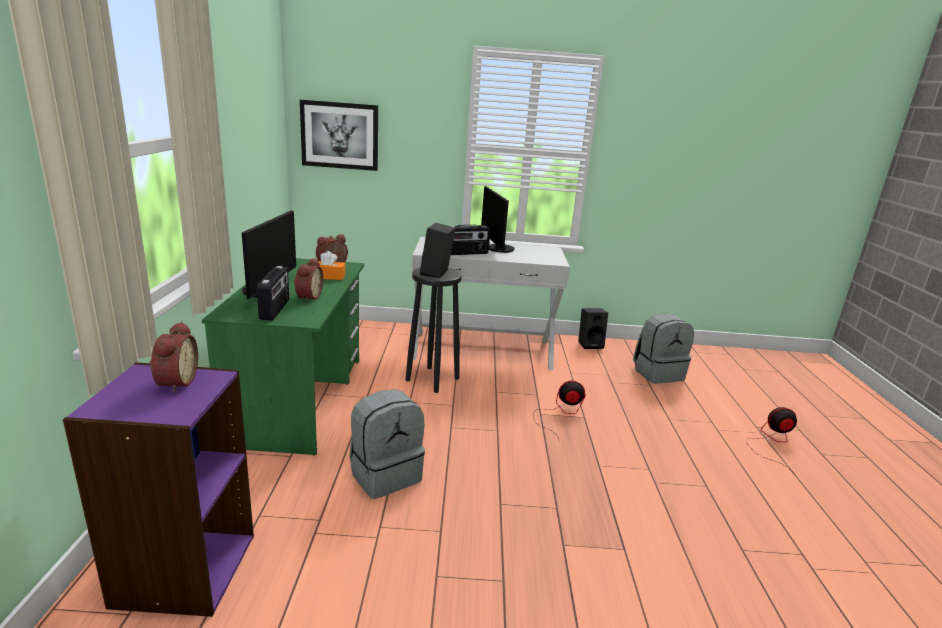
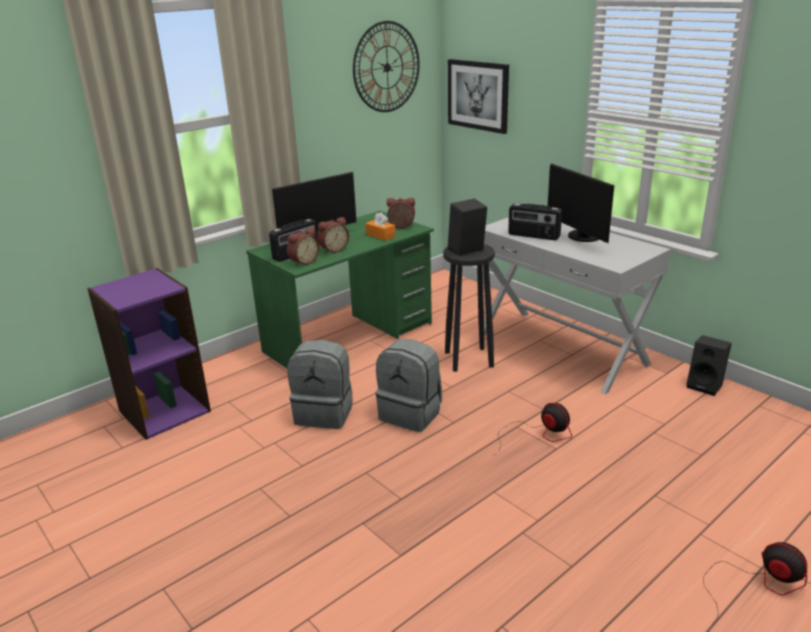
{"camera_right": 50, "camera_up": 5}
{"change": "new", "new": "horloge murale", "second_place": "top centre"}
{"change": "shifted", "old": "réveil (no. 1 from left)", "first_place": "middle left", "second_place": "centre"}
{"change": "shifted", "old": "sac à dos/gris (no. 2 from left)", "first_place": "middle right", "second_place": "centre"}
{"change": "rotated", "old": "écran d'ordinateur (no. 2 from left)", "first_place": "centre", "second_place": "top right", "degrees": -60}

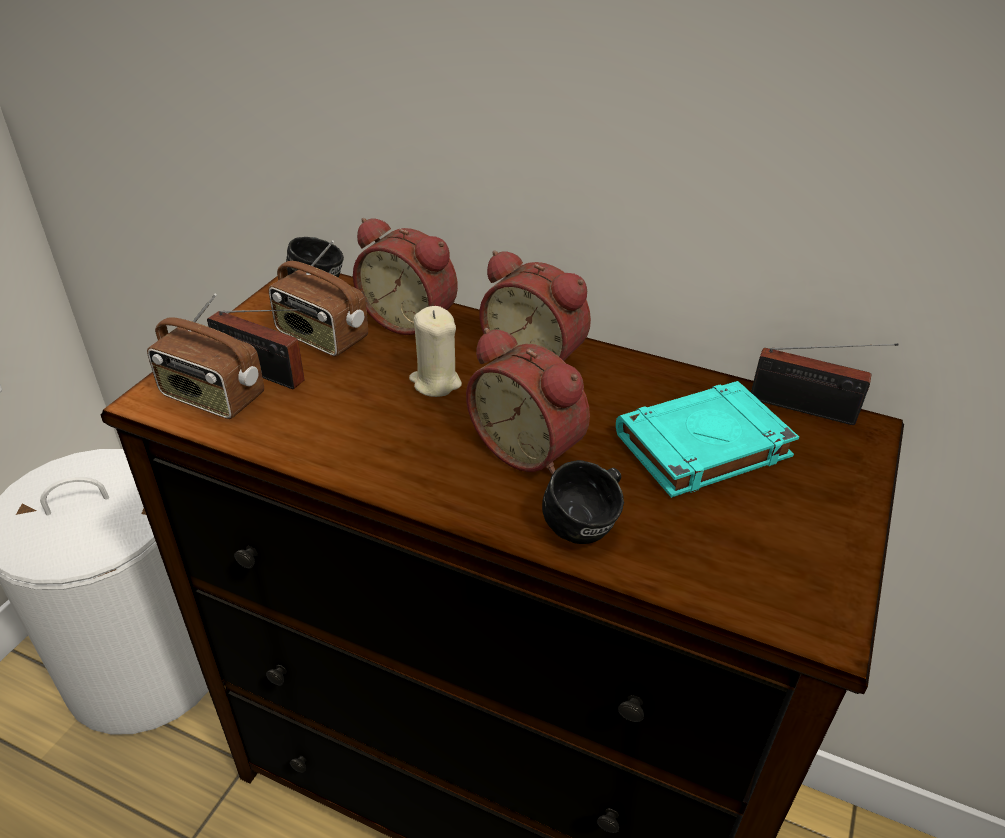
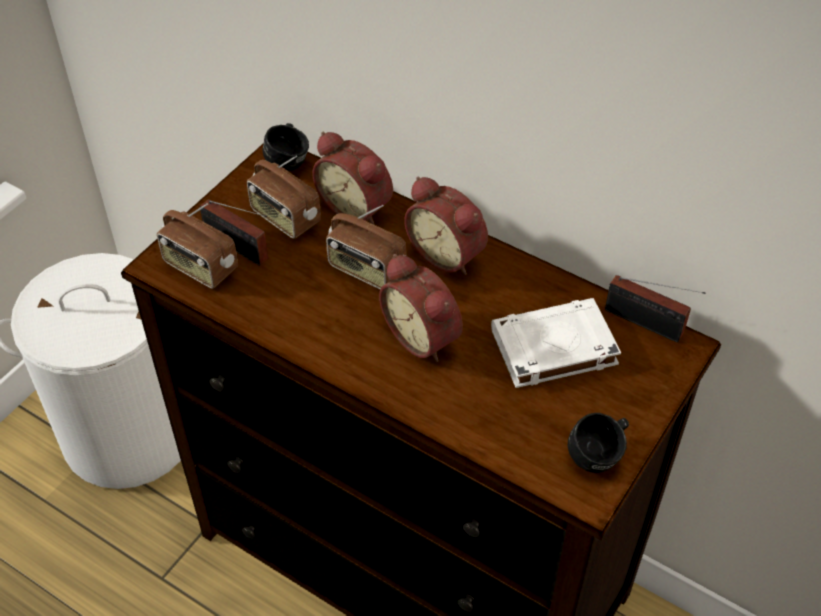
{"camera_right": 10, "camera_up": 10}
{"change": "shifted", "old": "mug/noir (no. 2 from left)", "first_place": "centre", "second_place": "bottom right"}
{"change": "swapped", "old": "bougie/beige", "new": "radio (no. 4 from left)", "first_place": "centre", "second_place": "centre"}
{"change": "repainted", "old": "livre/turquoise", "new": "livre/blanc", "first_place": "middle right", "second_place": "middle right"}

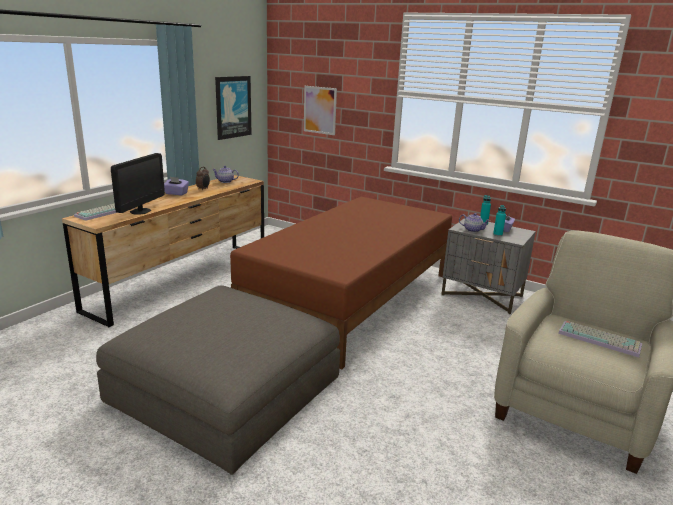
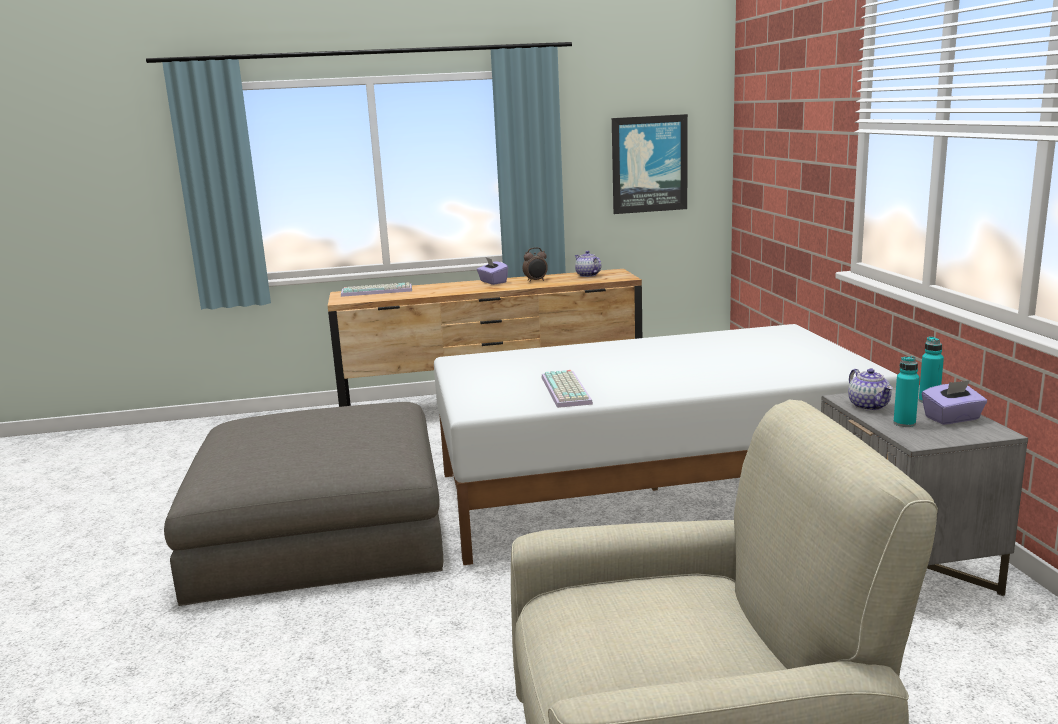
{"camera_right": 50, "camera_up": -5}
{"change": "gone", "old": "écran d'ordinateur", "first_place": "middle left"}
{"change": "gone", "old": "tableau (no. 2 from left)", "first_place": "top centre"}
{"change": "shifted", "old": "clavier (no. 2 from left)", "first_place": "bottom right", "second_place": "centre"}
{"change": "repainted", "old": "lit/marron", "new": "lit/blanc", "first_place": "centre", "second_place": "centre"}

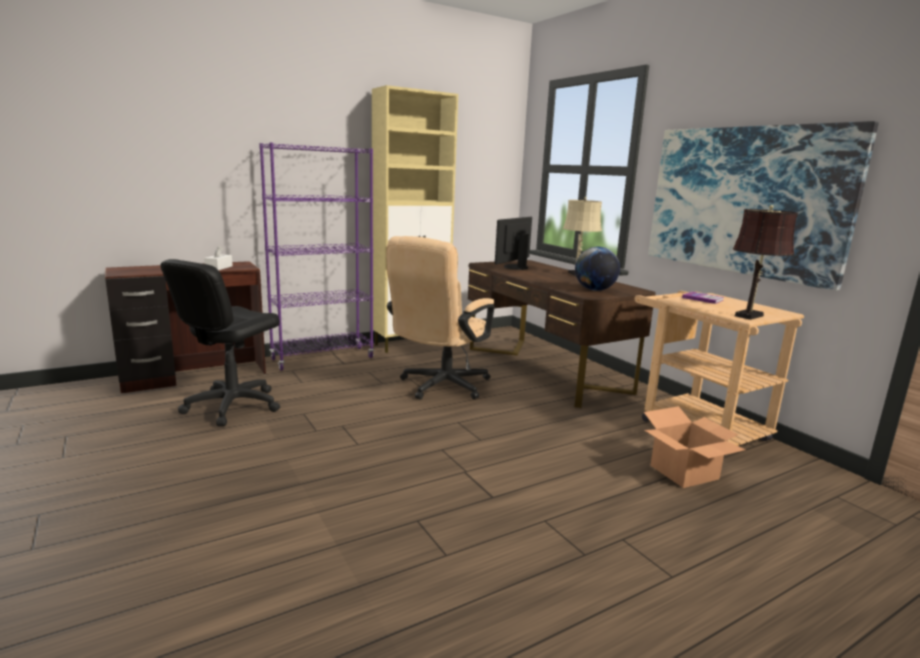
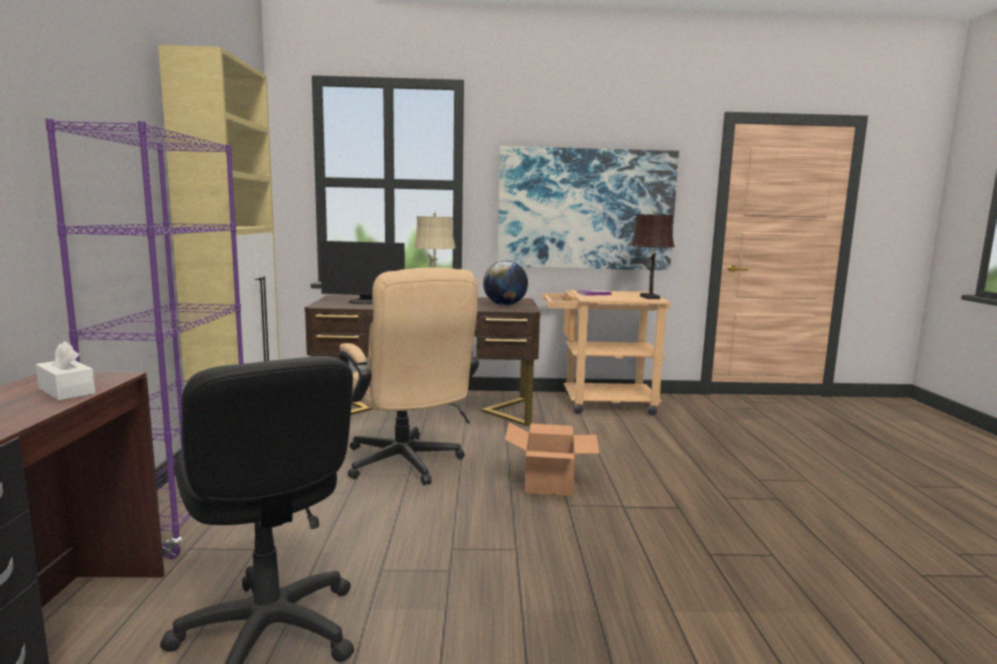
{"camera_right": -60, "camera_up": -5}
{"change": "shifted", "old": "carton", "first_place": "bottom right", "second_place": "bottom centre"}
{"change": "rotated", "old": "écran d'ordinateur", "first_place": "centre", "second_place": "centre", "degrees": -60}

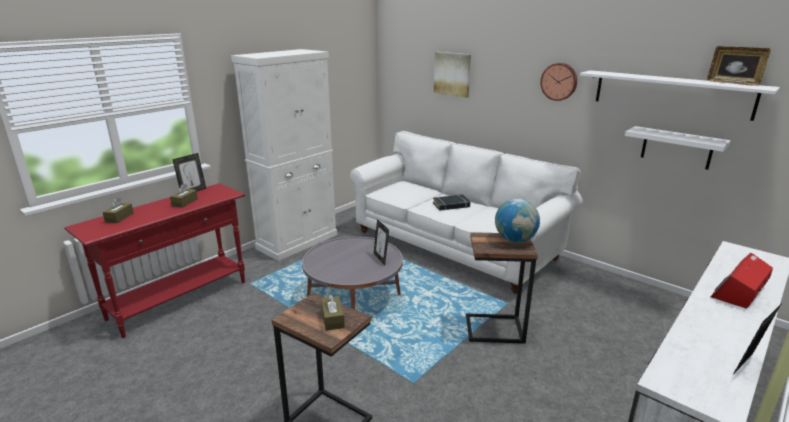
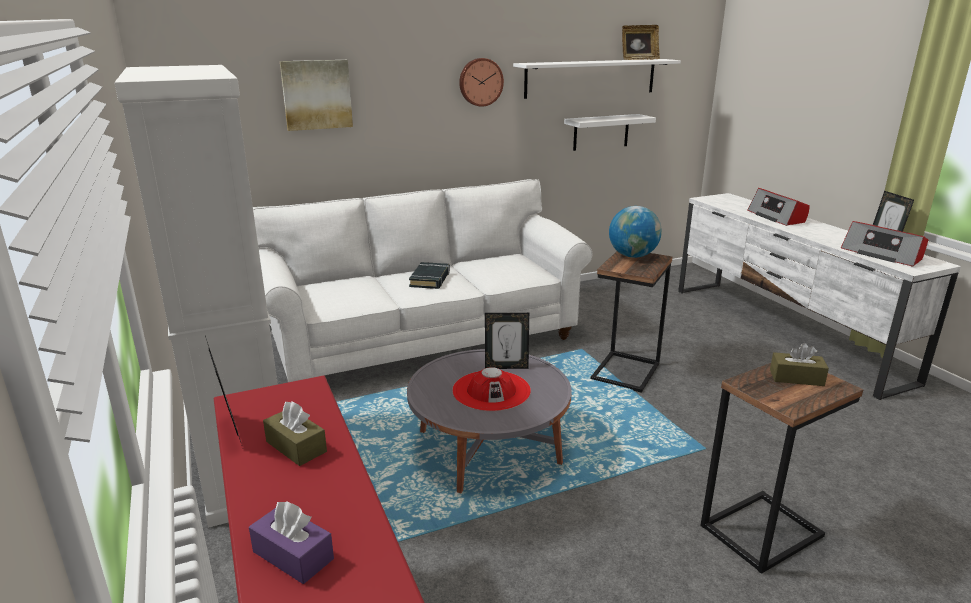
{"camera_right": -65, "camera_up": 0}
{"change": "new", "new": "chapeau/rouge", "second_place": "centre"}
{"change": "new", "new": "radio (no. 2 from left)", "second_place": "middle right"}
{"change": "repainted", "old": "boîte à mouchoirs/marron (no. 1 from left)", "new": "boîte à mouchoirs/violet", "first_place": "middle left", "second_place": "bottom left"}

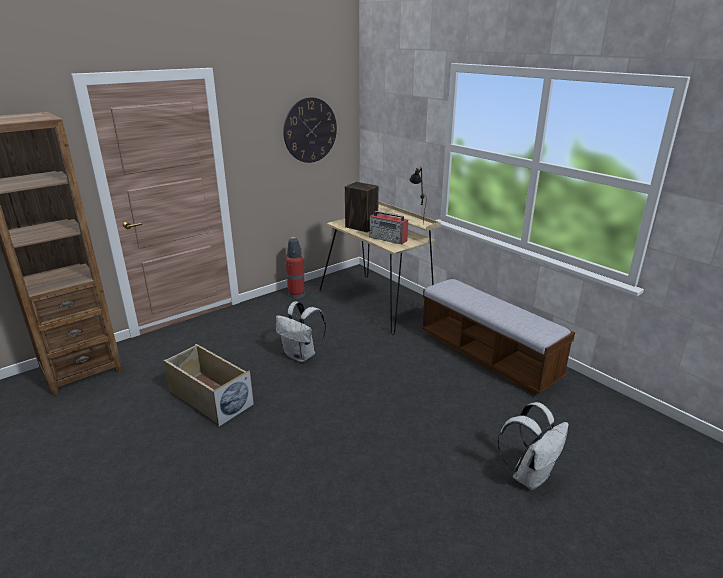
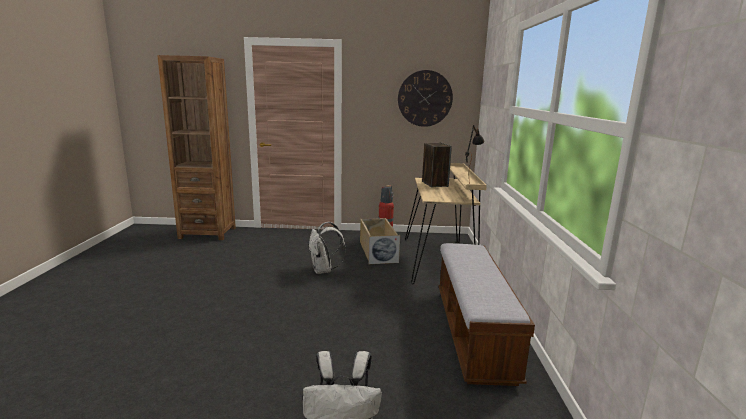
{"camera_right": 40, "camera_up": -10}
{"change": "gone", "old": "radio", "first_place": "centre"}
{"change": "shifted", "old": "boîte de rangement/beige", "first_place": "middle left", "second_place": "centre"}

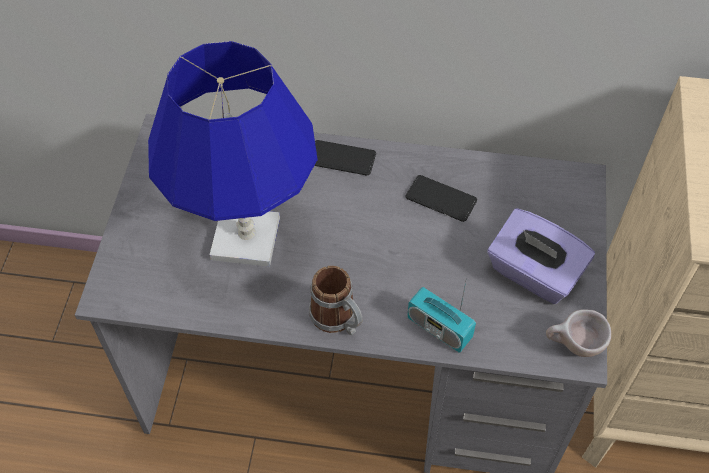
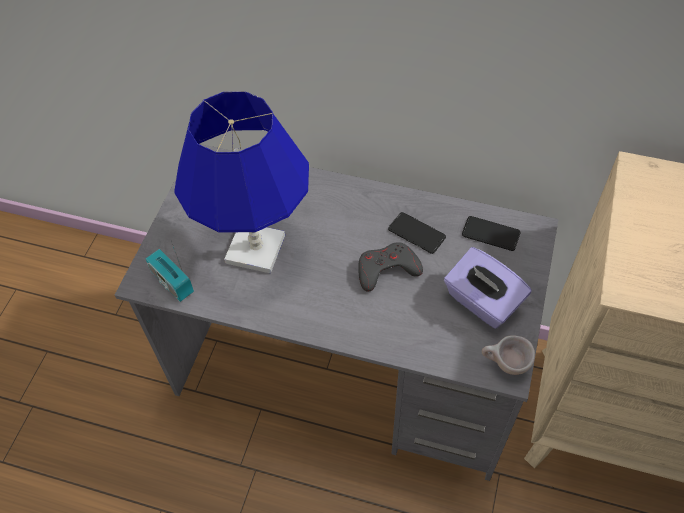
{"camera_right": 10, "camera_up": 0}
{"change": "gone", "old": "mug", "first_place": "centre"}
{"change": "new", "new": "manette/gris", "second_place": "centre"}
{"change": "shifted", "old": "téléphone (no. 1 from left in the first image)", "new": "téléphone (no. 2 from left)", "first_place": "top centre", "second_place": "middle right"}
{"change": "shifted", "old": "radio", "first_place": "centre", "second_place": "middle left"}

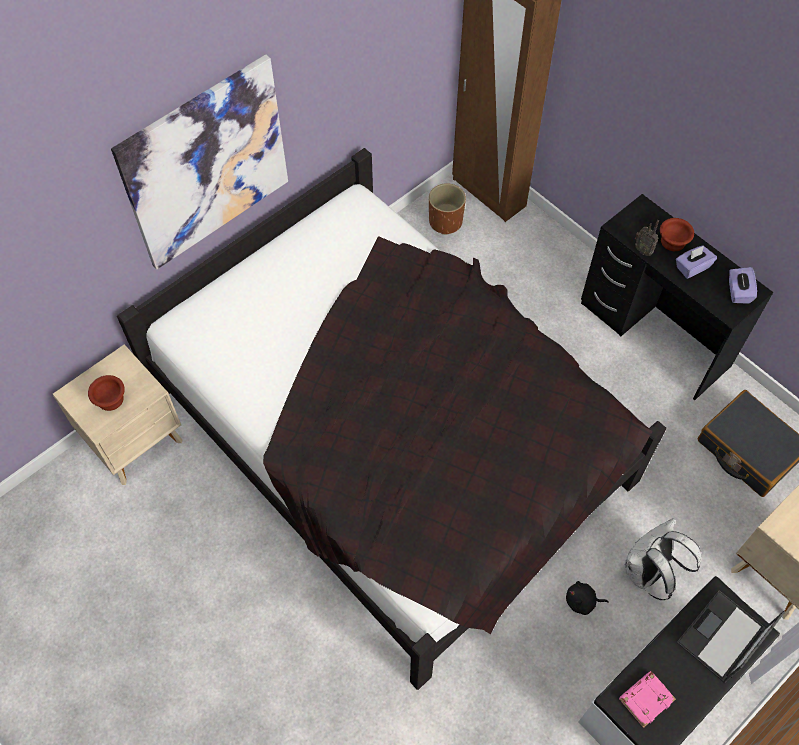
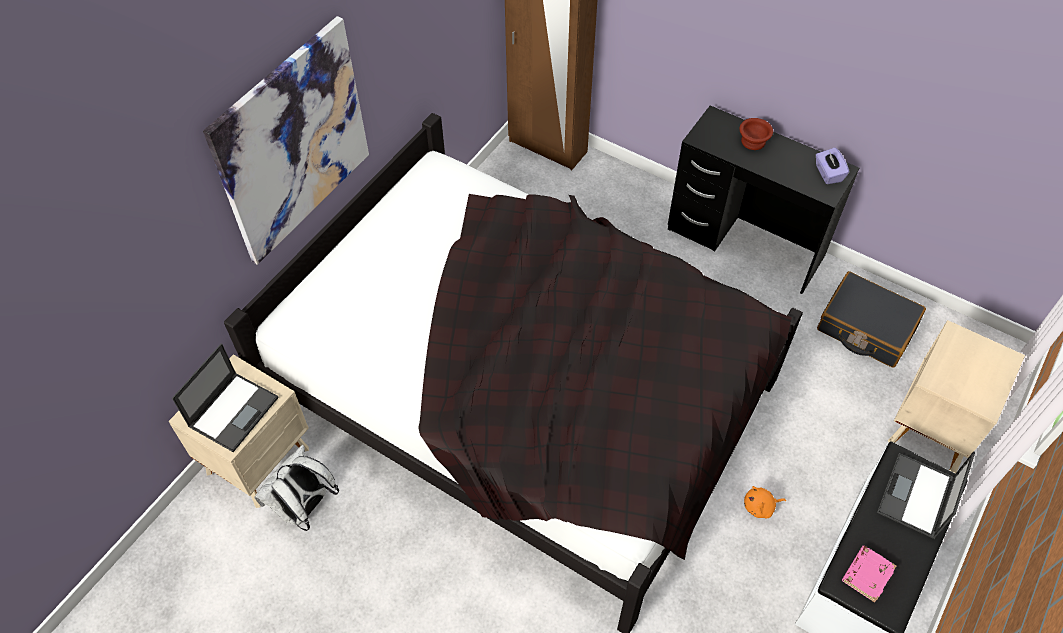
{"camera_right": -15, "camera_up": -5}
{"change": "gone", "old": "cache-pot/marron", "first_place": "top centre"}
{"change": "gone", "old": "radio", "first_place": "top right"}
{"change": "gone", "old": "boîte à mouchoirs/violet (no. 1 from left)", "first_place": "middle right"}
{"change": "shifted", "old": "sac à dos/blanc", "first_place": "bottom right", "second_place": "bottom left"}
{"change": "swapped", "old": "bol/marron (no. 1 from left)", "new": "ordinateur portable (no. 1 from left)", "first_place": "middle left", "second_place": "middle left"}
{"change": "repainted", "old": "peluche/noir", "new": "peluche/orange", "first_place": "bottom right", "second_place": "bottom right"}

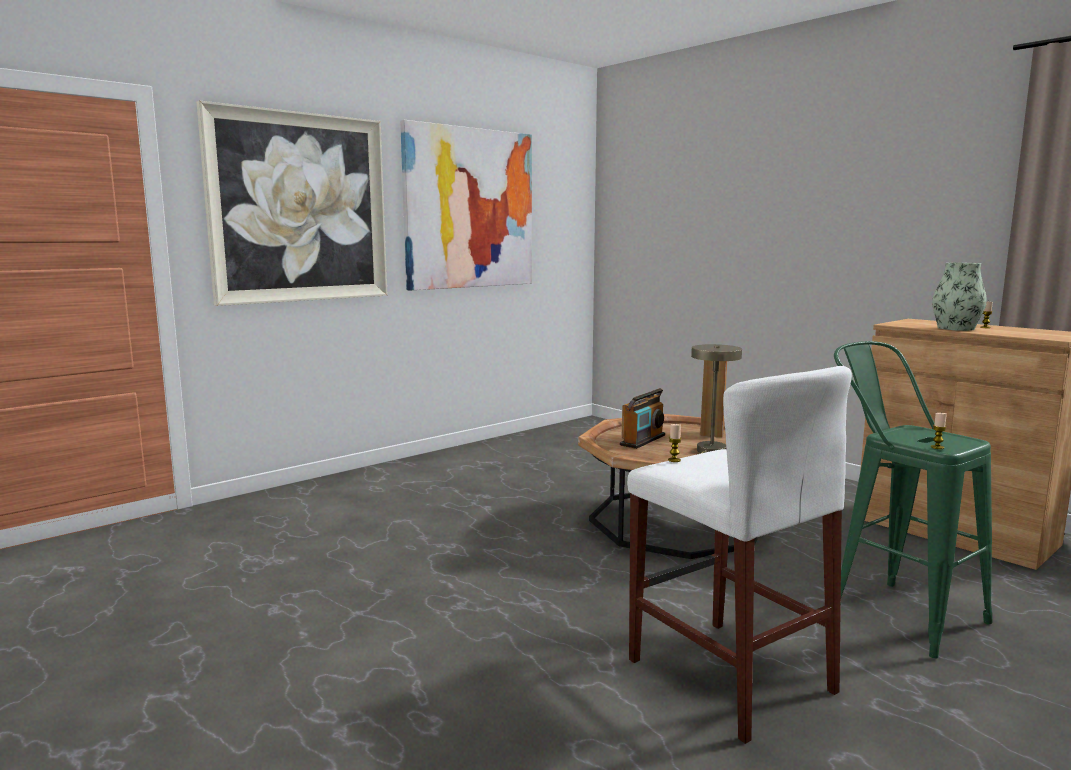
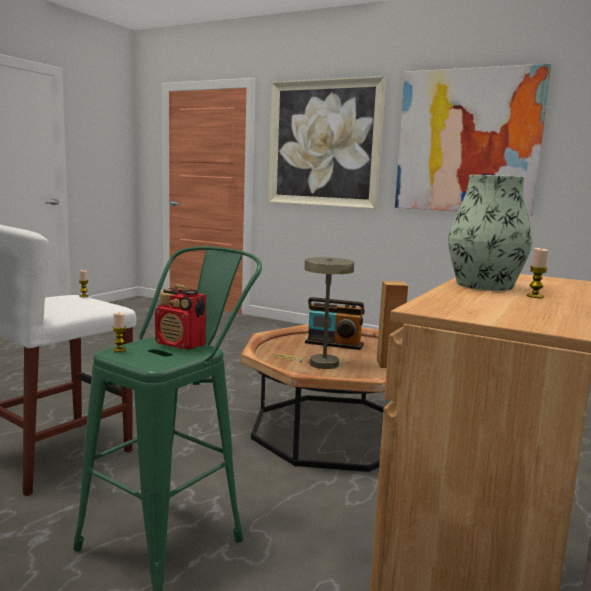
{"camera_right": 70, "camera_up": 0}
{"change": "new", "new": "radio (no. 1 from left)", "second_place": "middle left"}

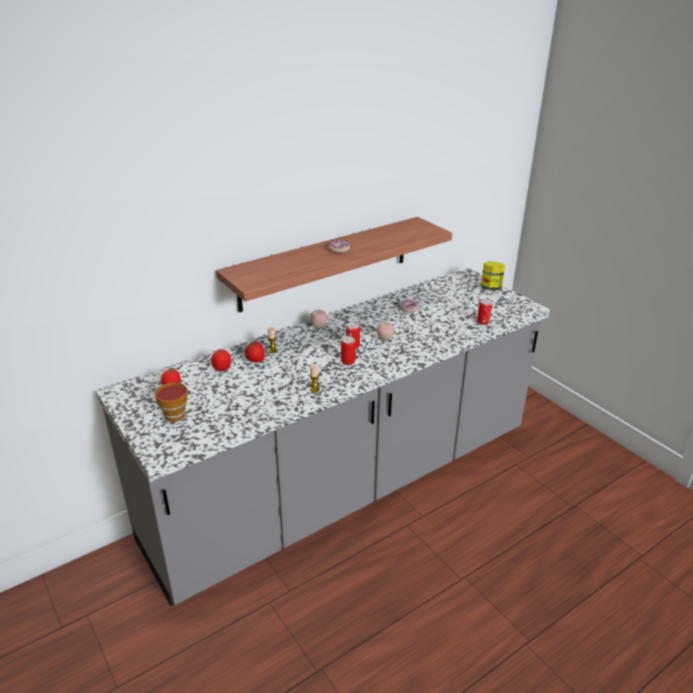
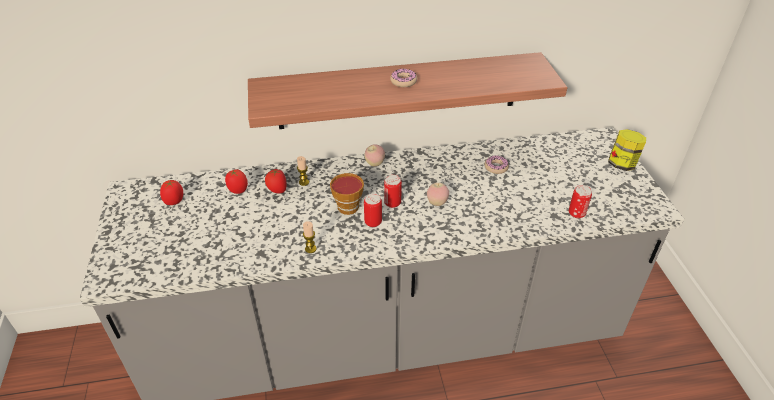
{"camera_right": 25, "camera_up": 10}
{"change": "shifted", "old": "tasse", "first_place": "middle left", "second_place": "centre"}

